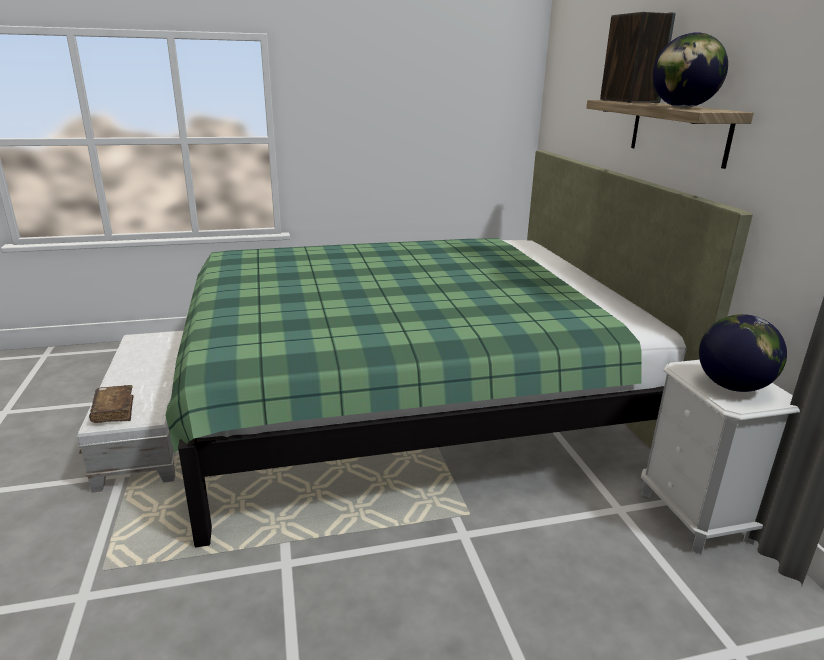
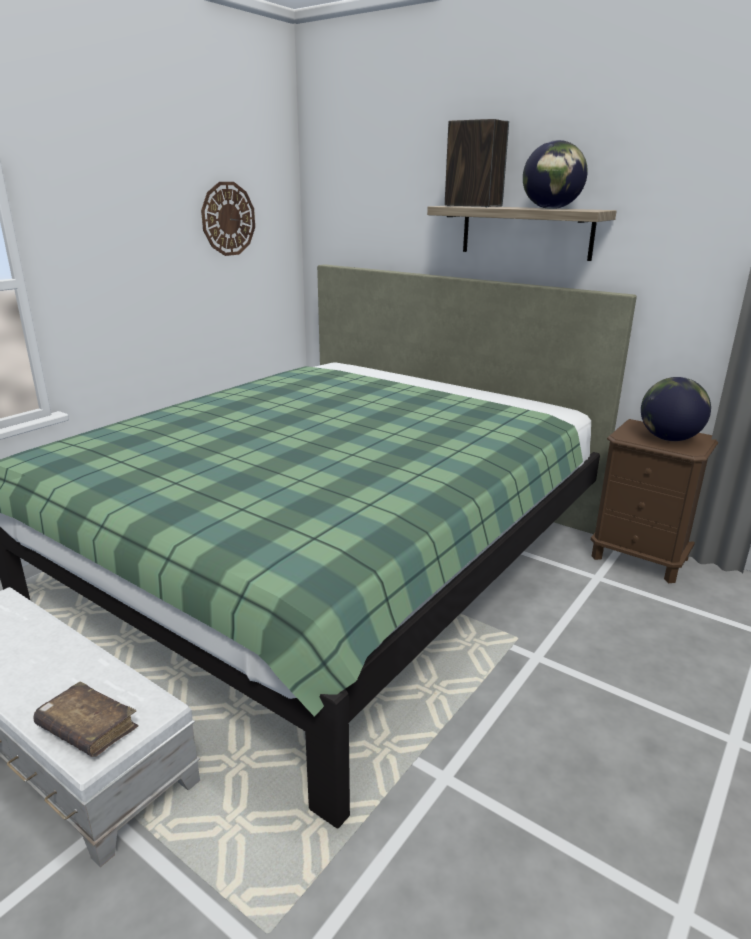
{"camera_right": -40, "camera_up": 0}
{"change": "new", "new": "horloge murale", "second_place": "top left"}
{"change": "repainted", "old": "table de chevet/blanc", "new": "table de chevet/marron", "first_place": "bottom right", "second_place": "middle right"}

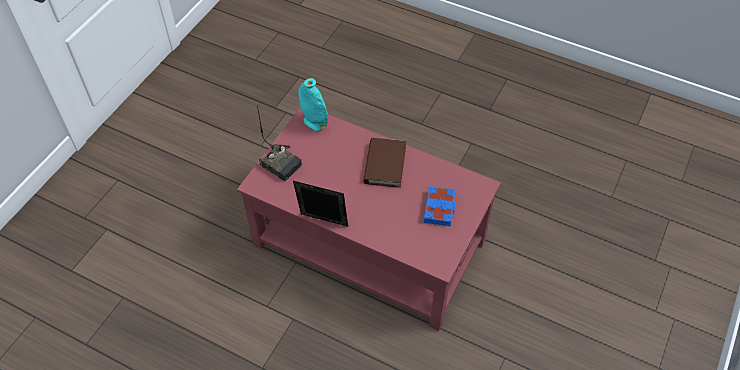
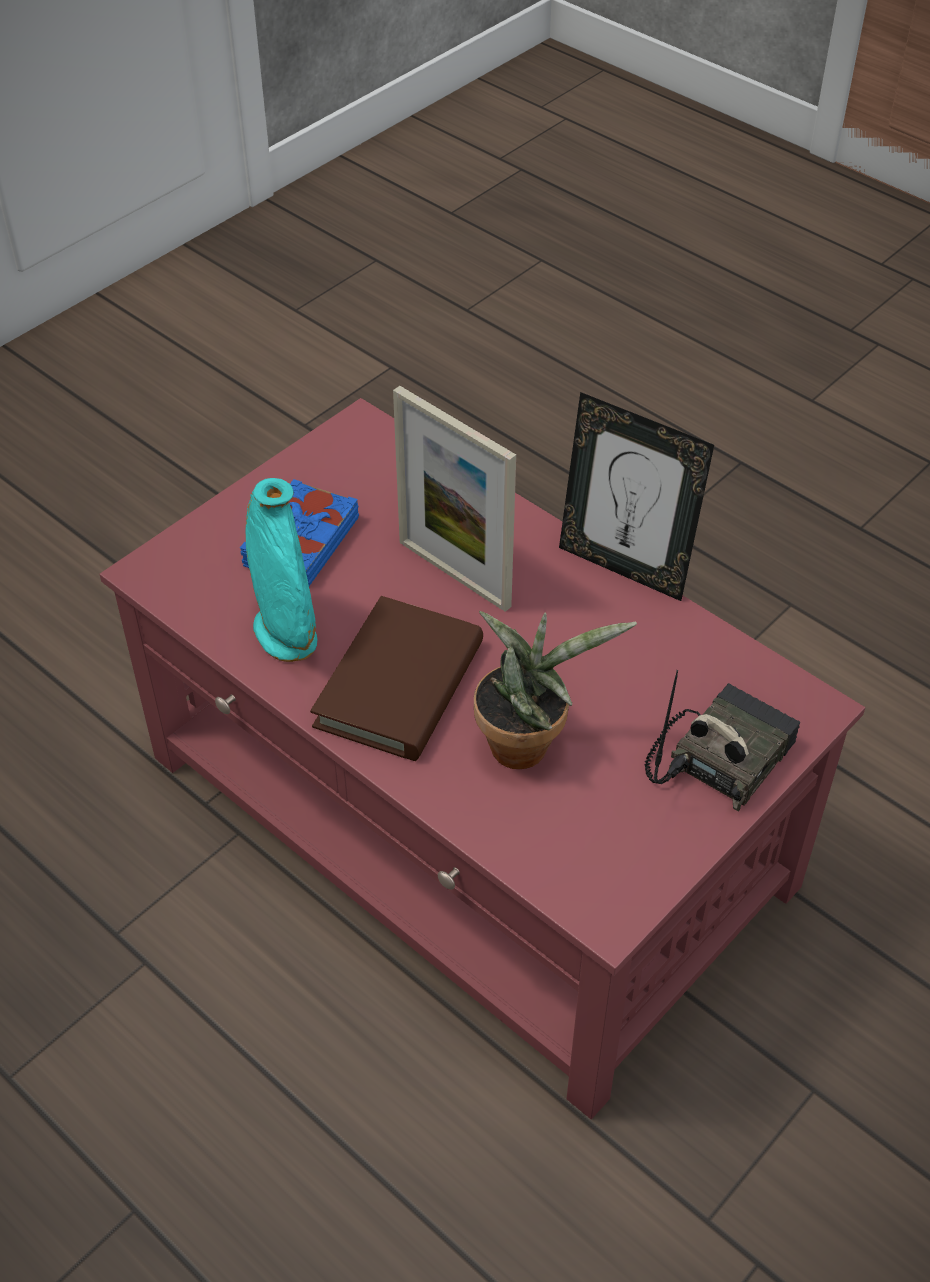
{"camera_right": -165, "camera_up": -5}
{"change": "new", "new": "cadre photo (no. 1 from left)", "second_place": "centre"}
{"change": "new", "new": "plante en pot", "second_place": "centre"}
{"change": "shifted", "old": "vase/turquoise", "first_place": "top centre", "second_place": "middle left"}
{"change": "rotated", "old": "radio", "first_place": "centre", "second_place": "middle right", "degrees": 75}

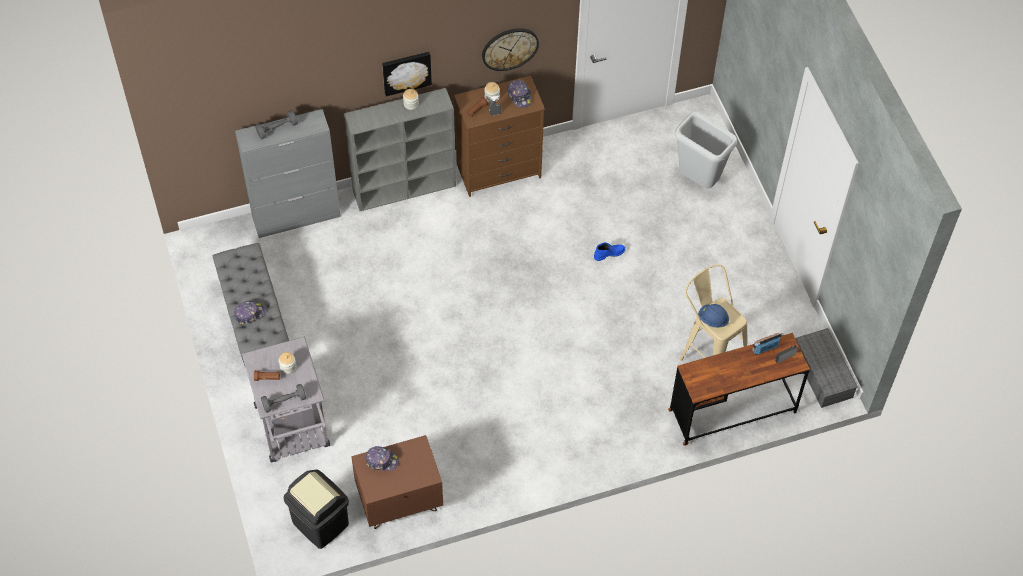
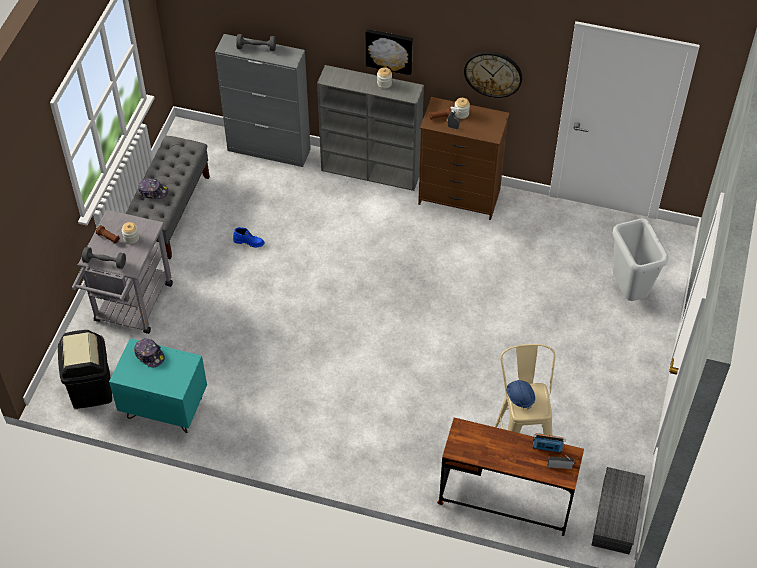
{"camera_right": 35, "camera_up": -5}
{"change": "gone", "old": "casquette (no. 3 from left)", "first_place": "top centre"}
{"change": "shifted", "old": "botte/bleu", "first_place": "centre", "second_place": "middle left"}
{"change": "repainted", "old": "table de chevet/marron", "new": "table de chevet/turquoise", "first_place": "bottom centre", "second_place": "bottom left"}

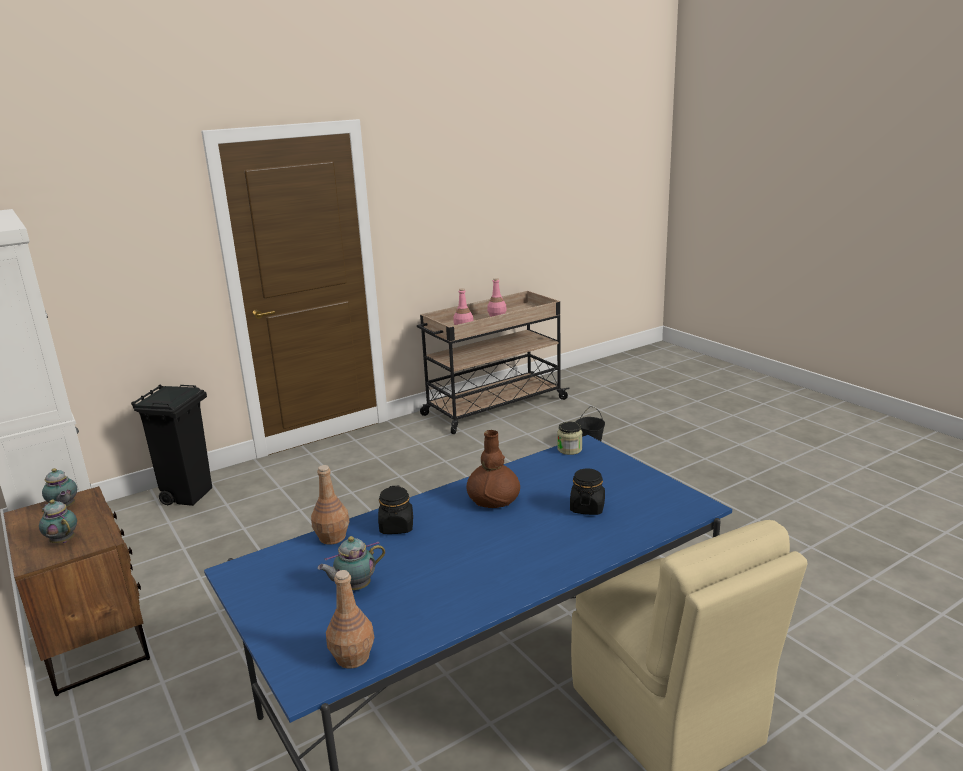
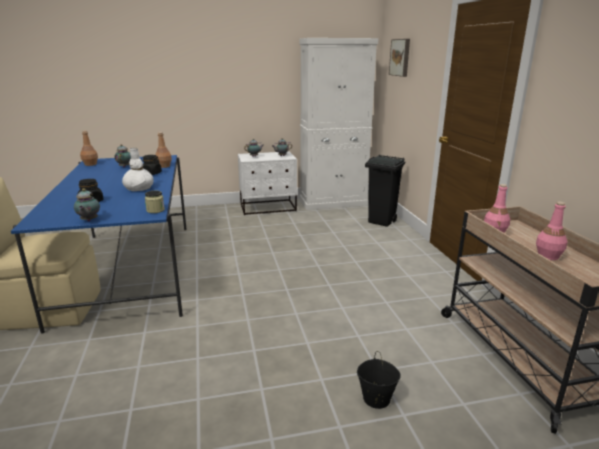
{"camera_right": 110, "camera_up": 0}
{"change": "new", "new": "théière (no. 1 from left)", "second_place": "middle left"}
{"change": "new", "new": "tableau", "second_place": "top centre"}
{"change": "repainted", "old": "table de chevet/marron", "new": "table de chevet/blanc", "first_place": "bottom left", "second_place": "centre"}
{"change": "repainted", "old": "vase/marron", "new": "vase/blanc", "first_place": "centre", "second_place": "middle left"}

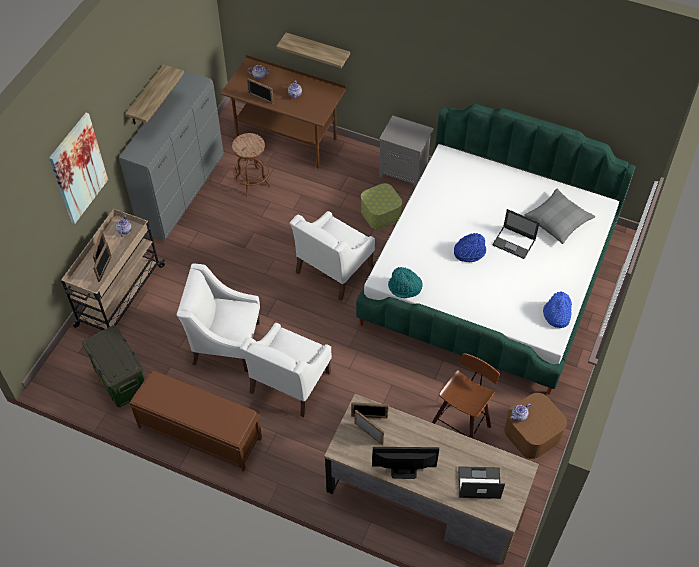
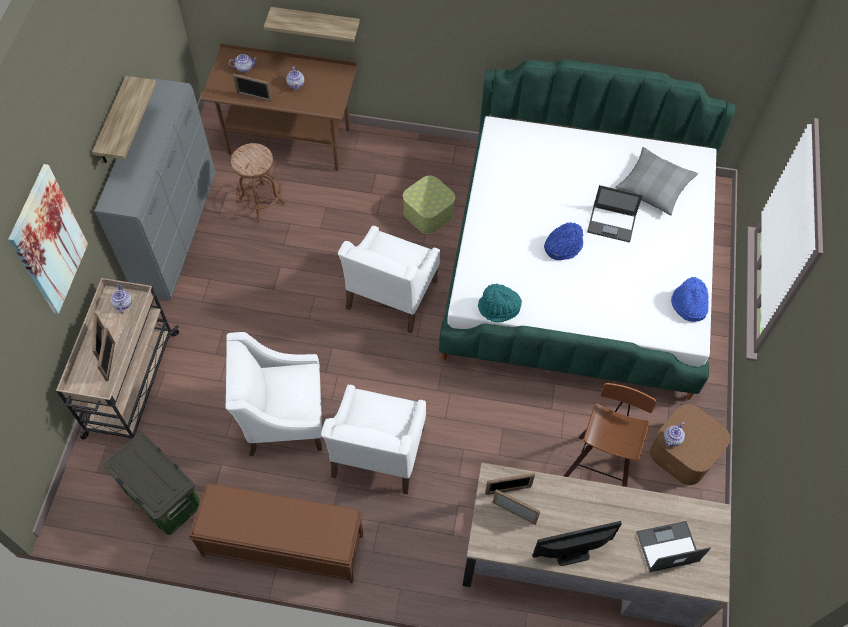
{"camera_right": -15, "camera_up": 5}
{"change": "gone", "old": "table de chevet/gris", "first_place": "top centre"}

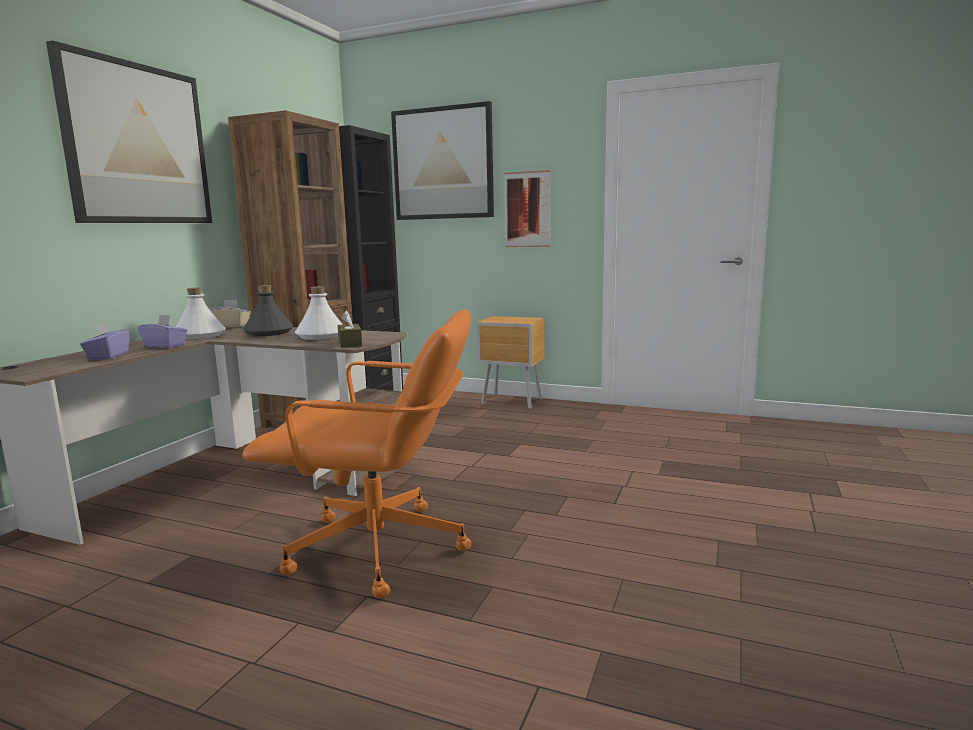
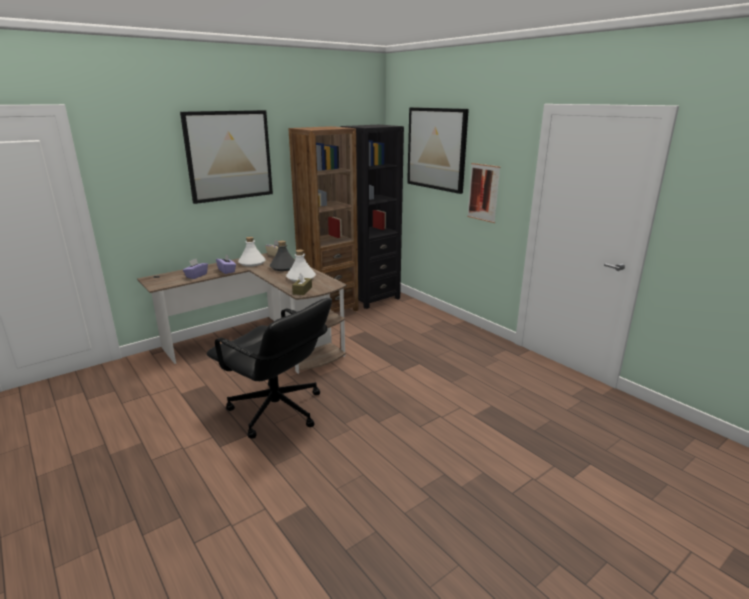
{"camera_right": 30, "camera_up": 10}
{"change": "gone", "old": "table de chevet/marron", "first_place": "centre"}
{"change": "repainted", "old": "chaise de bureau/orange", "new": "chaise de bureau/noir", "first_place": "centre", "second_place": "centre"}

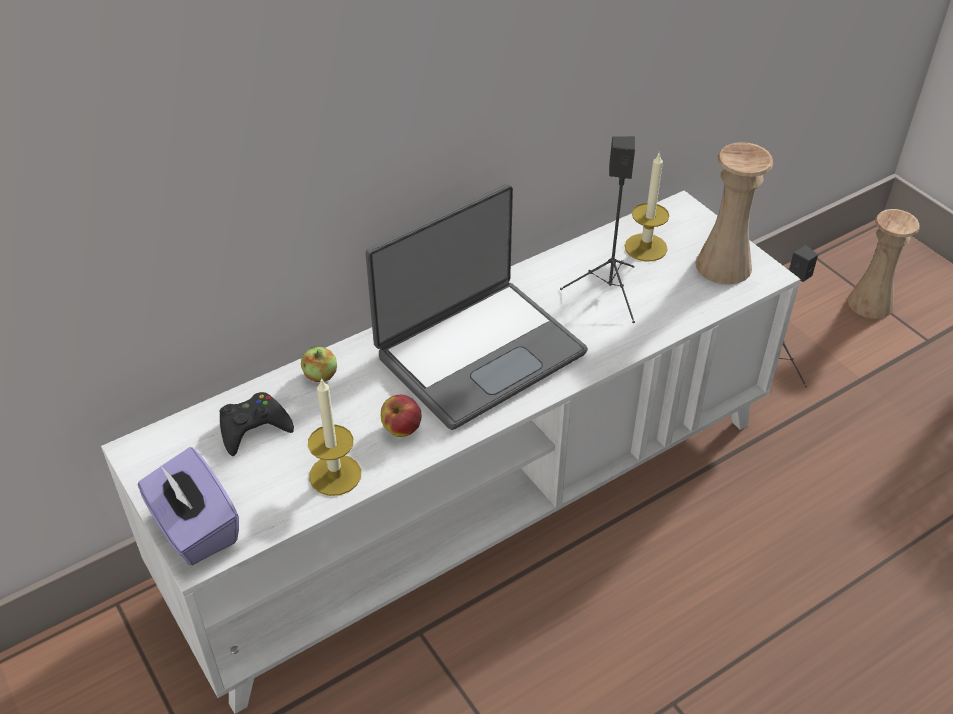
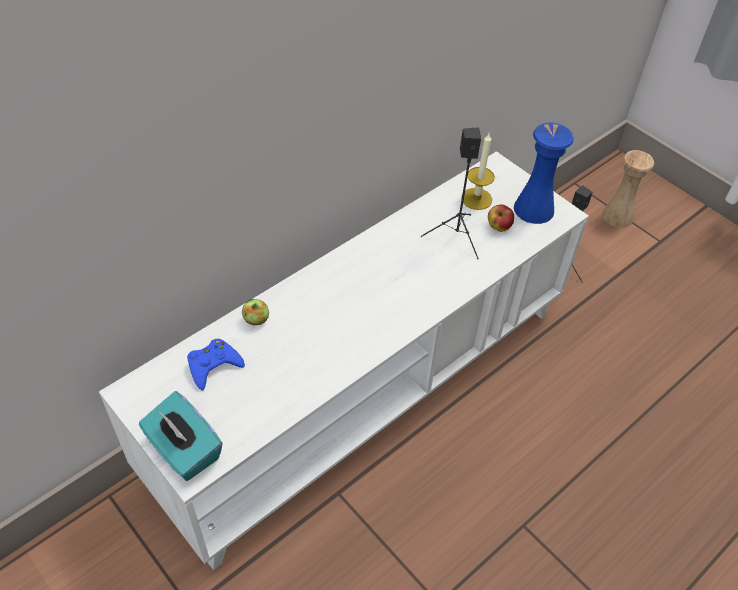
{"camera_right": -10, "camera_up": 5}
{"change": "gone", "old": "bougie (no. 1 from left)", "first_place": "centre"}
{"change": "gone", "old": "ordinateur portable", "first_place": "centre"}
{"change": "shifted", "old": "pomme (no. 2 from left)", "first_place": "centre", "second_place": "middle right"}
{"change": "repainted", "old": "boîte à mouchoirs/violet", "new": "boîte à mouchoirs/turquoise", "first_place": "bottom left", "second_place": "bottom left"}
{"change": "repainted", "old": "manette/noir", "new": "manette/bleu", "first_place": "middle left", "second_place": "middle left"}
{"change": "repainted", "old": "vase/beige (no. 1 from left)", "new": "vase/bleu", "first_place": "top right", "second_place": "top right"}

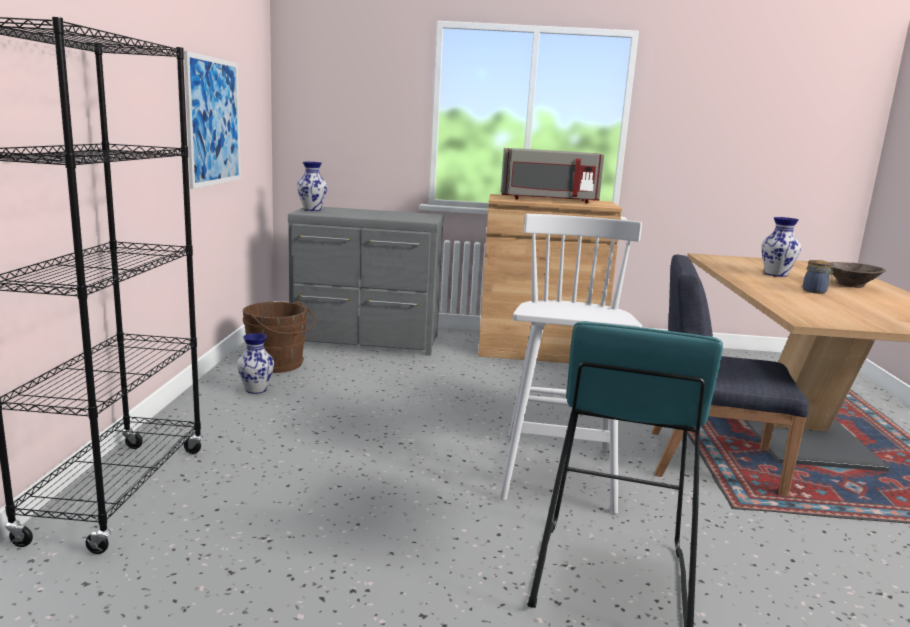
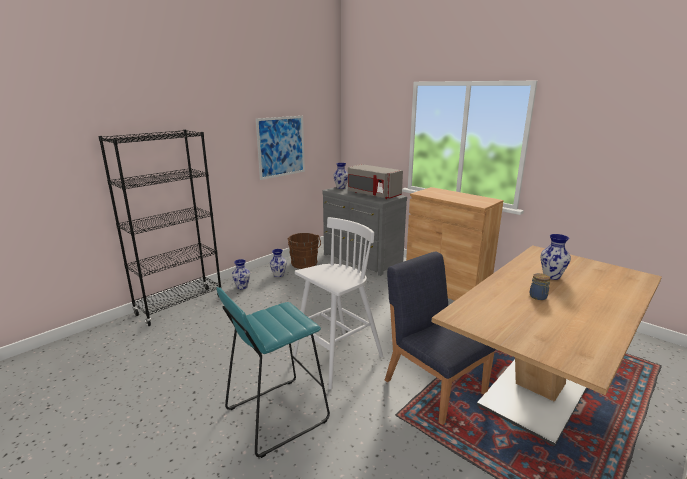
{"camera_right": 40, "camera_up": 5}
{"change": "gone", "old": "bol/marron", "first_place": "middle right"}
{"change": "new", "new": "vase (no. 1 from left)", "second_place": "centre"}
{"change": "shifted", "old": "micro-ondes/gris", "first_place": "top centre", "second_place": "centre"}

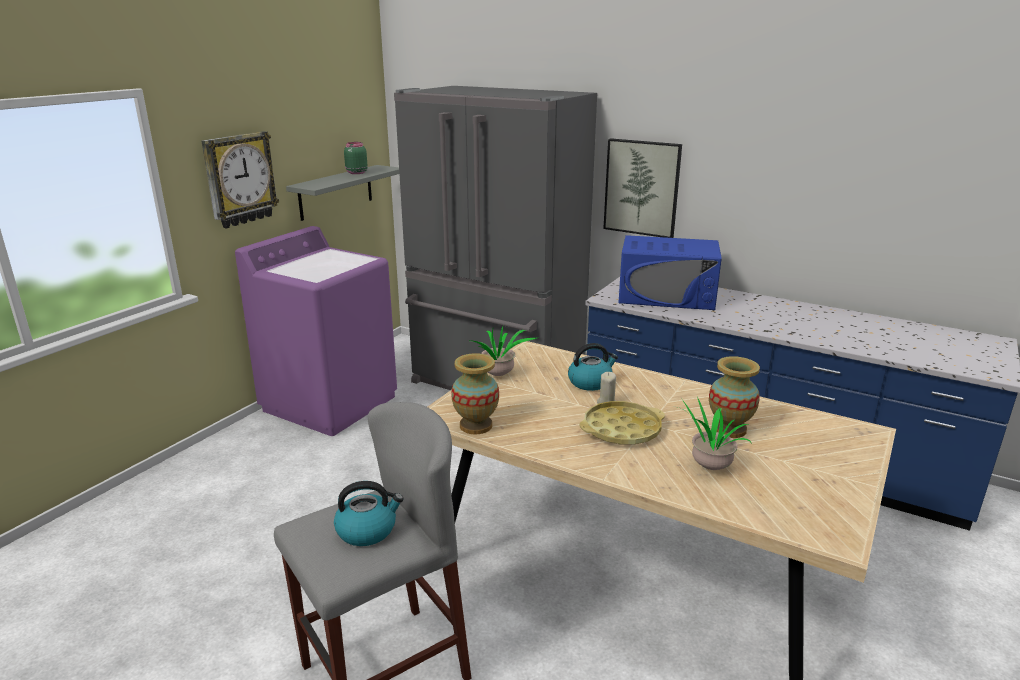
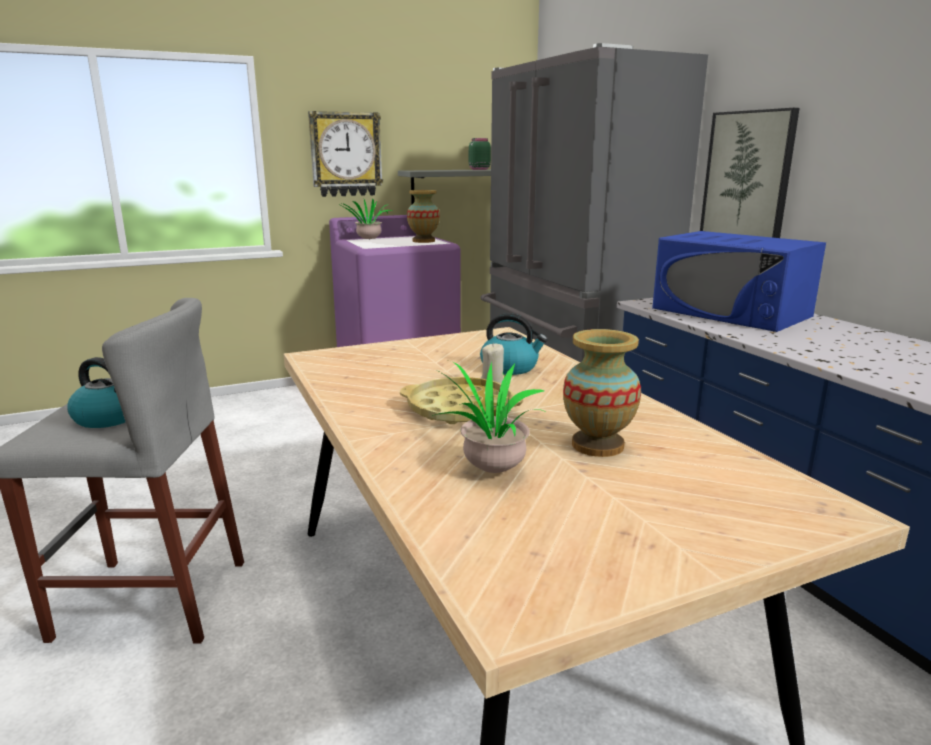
{"camera_right": 35, "camera_up": -5}
{"change": "shifted", "old": "vase (no. 1 from left)", "first_place": "centre", "second_place": "top centre"}
{"change": "shifted", "old": "plante en pot (no. 1 from left)", "first_place": "centre", "second_place": "top centre"}

